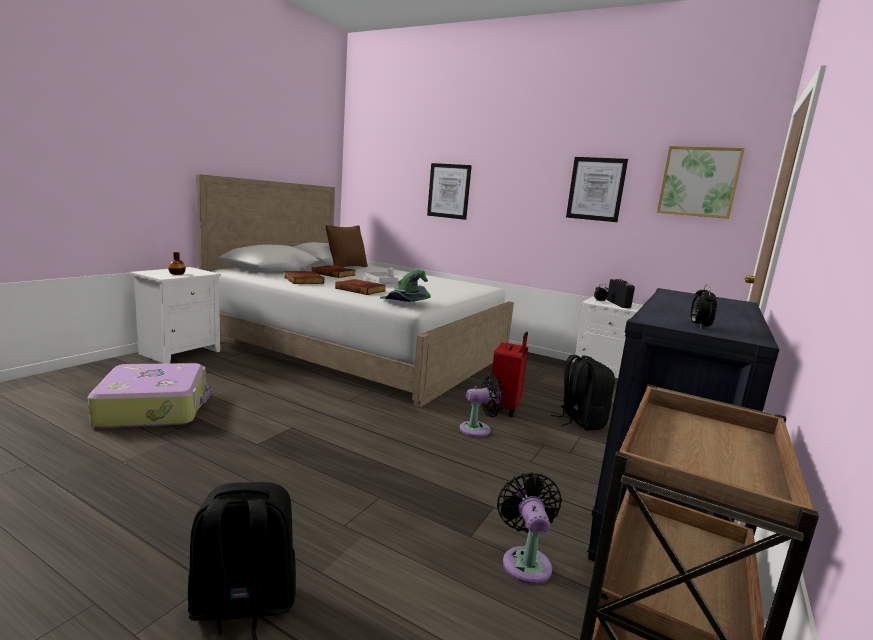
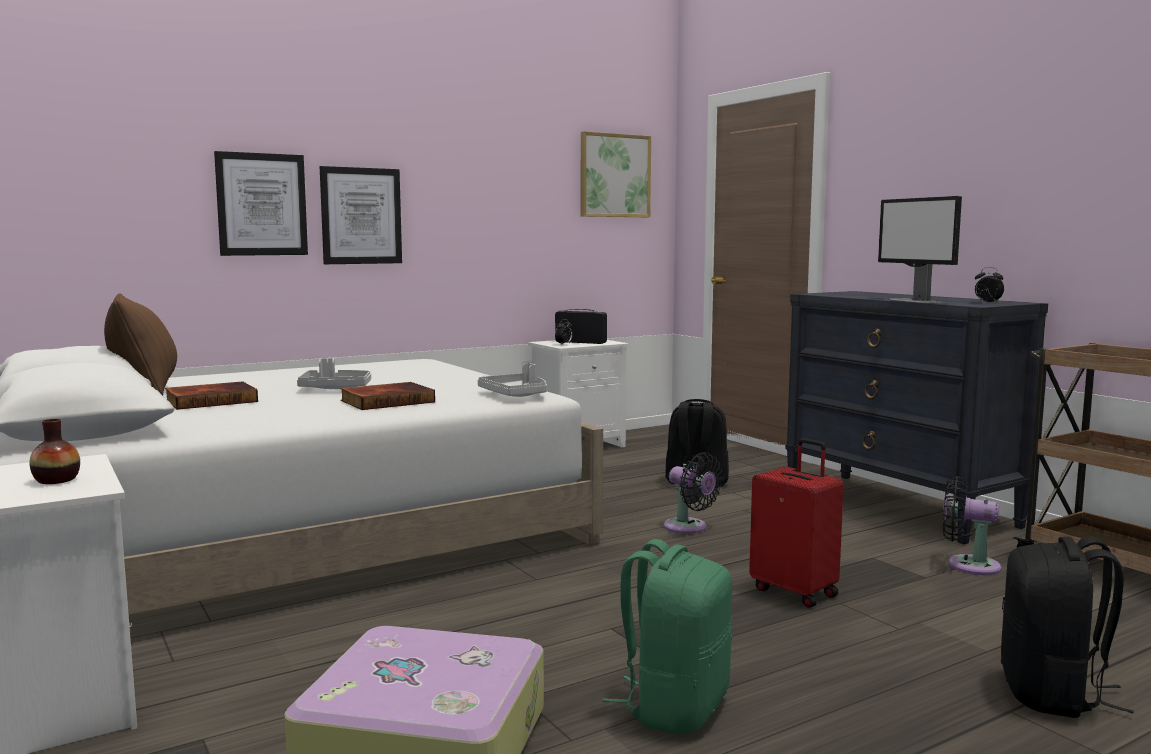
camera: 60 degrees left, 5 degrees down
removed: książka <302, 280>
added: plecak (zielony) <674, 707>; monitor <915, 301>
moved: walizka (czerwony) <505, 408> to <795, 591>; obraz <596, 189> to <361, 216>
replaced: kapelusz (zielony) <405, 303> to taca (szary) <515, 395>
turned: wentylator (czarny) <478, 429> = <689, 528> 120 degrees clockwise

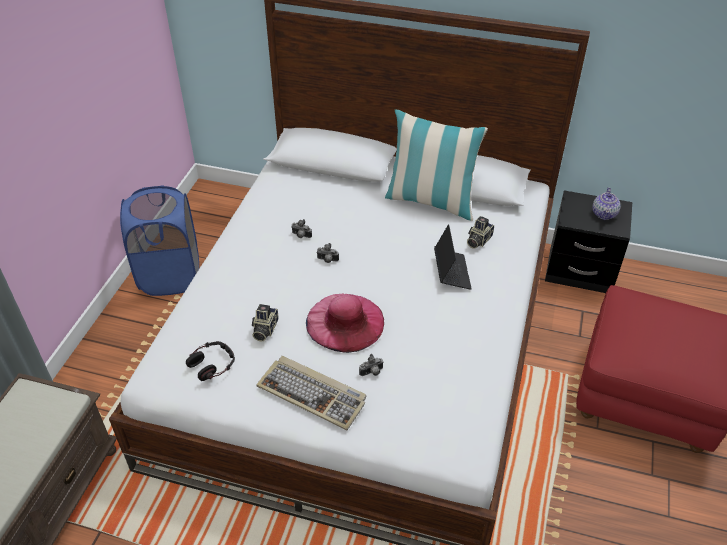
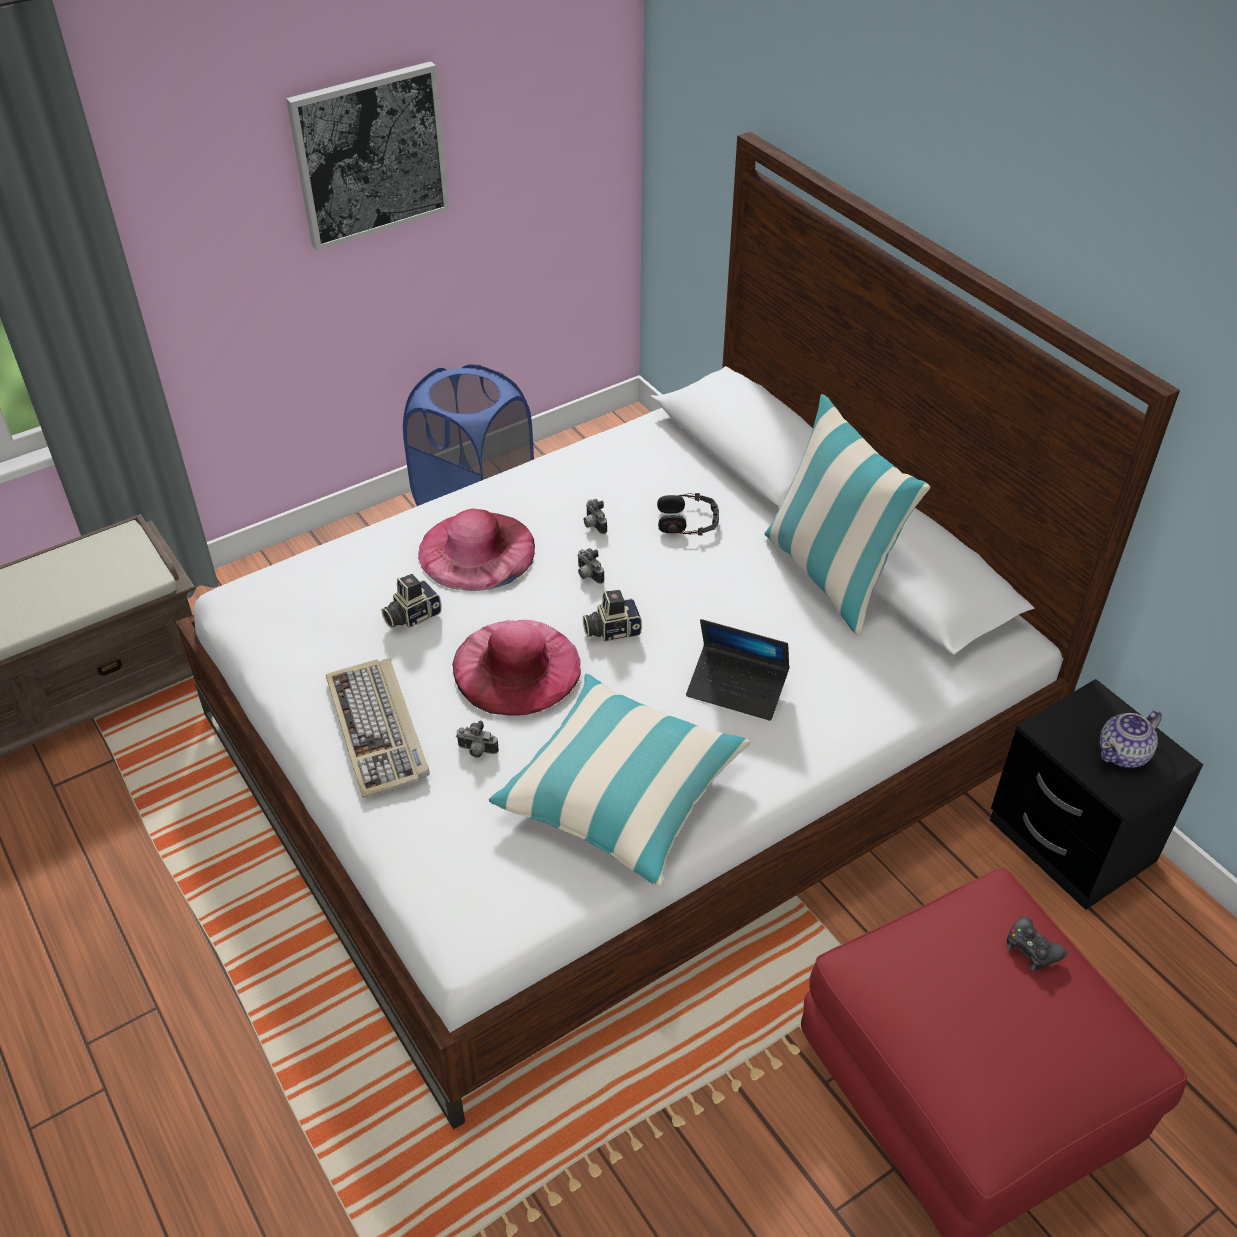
camera: 40 degrees right, 0 degrees up
added: obraz <370, 155>; kapelusz (różowy) <477, 550>; poduszka <621, 793>; pad do gier (czarny) <1032, 949>
moved: słuchawki <212, 364> to <687, 521>; aparat fotograficzny <478, 240> to <611, 630>
turned: laptop <451, 272> = <737, 689> 75 degrees clockwise

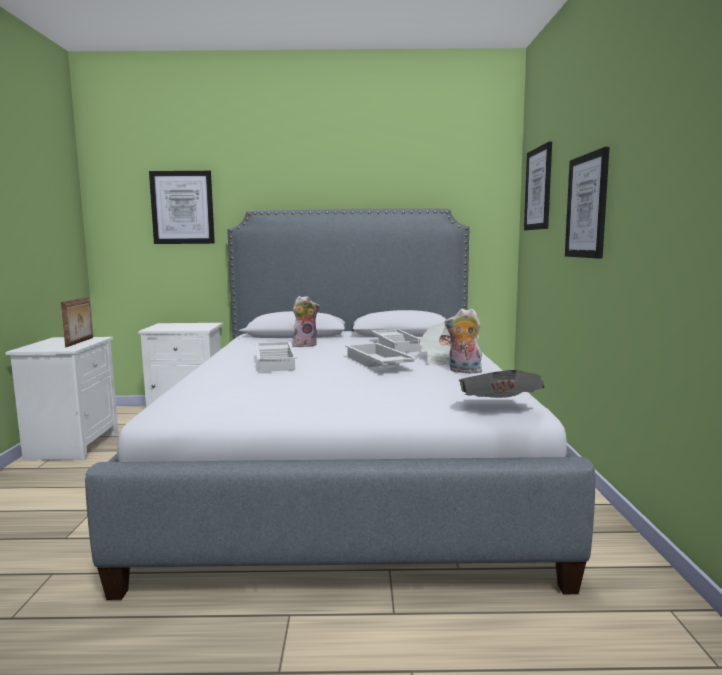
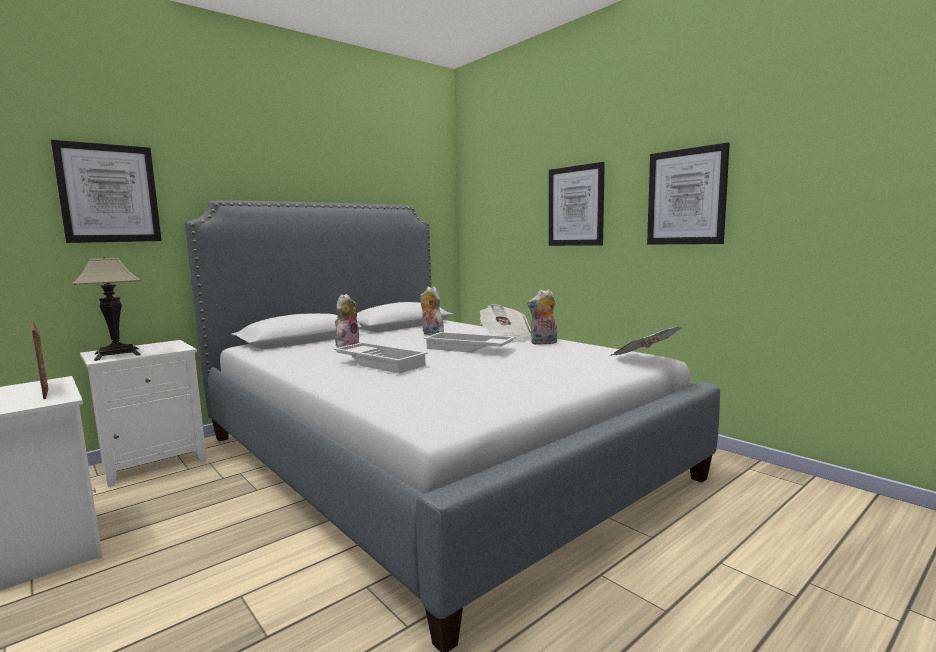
camera: 40 degrees left, 0 degrees up
added: lampa stołowa <117, 354>
moved: obraz <538, 189> to <686, 197>
replaced: taca (biały) <397, 345> to pluszak <431, 334>

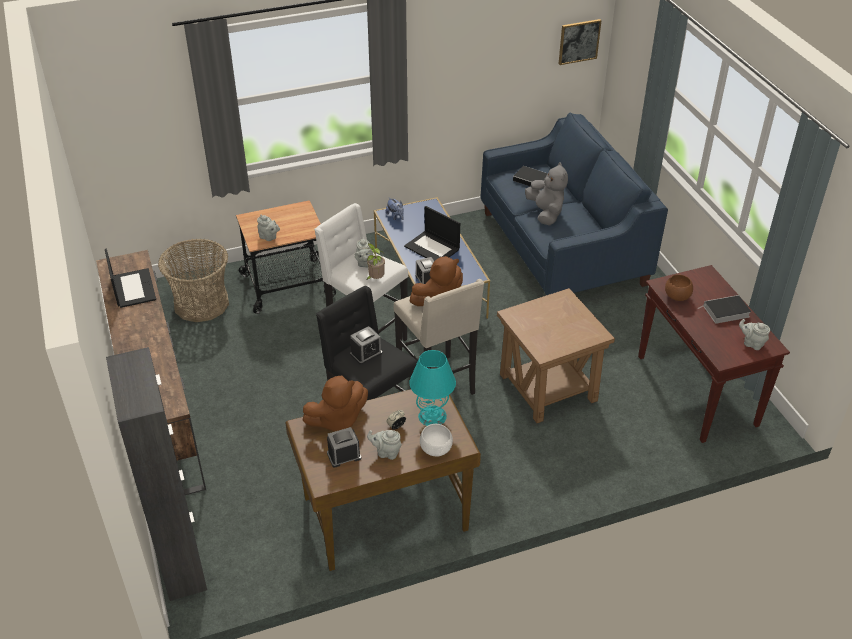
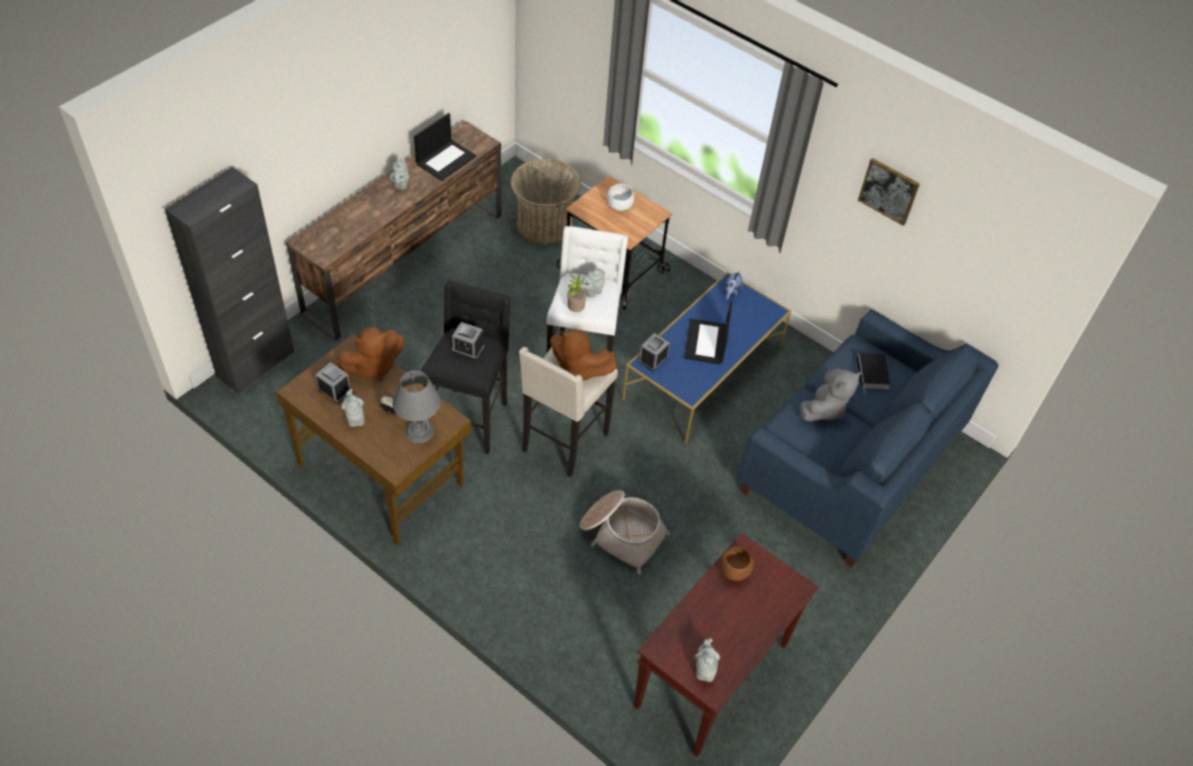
camera: 55 degrees right, 10 degrees up
removed: książka <725, 312>
moved: imbryk (szary) <269, 237> to <400, 185>; miska (biały) <436, 450> to <620, 206>; obraz <579, 41> to <889, 191>
replaced: stolik (brązowy) <547, 387> to koszyk <621, 534>
recoloured: lampa stołowa (turkusowy) <432, 416> to lampa stołowa (szary) <419, 431>
turned: pluszak (brązowy) <337, 420> = <373, 367> 60 degrees counterclockwise

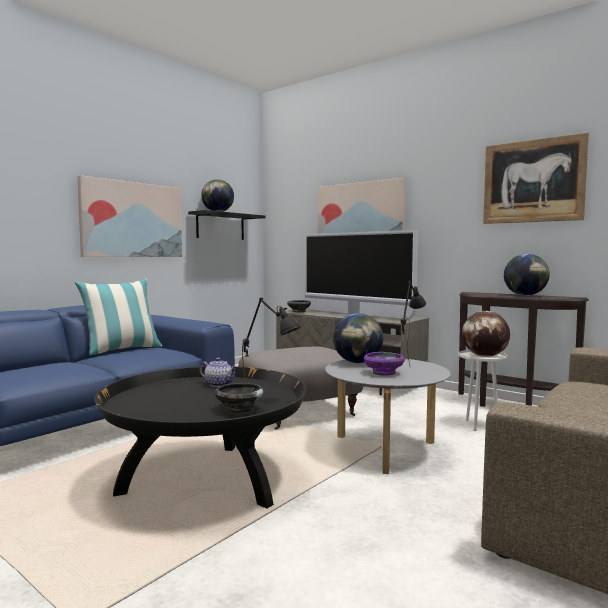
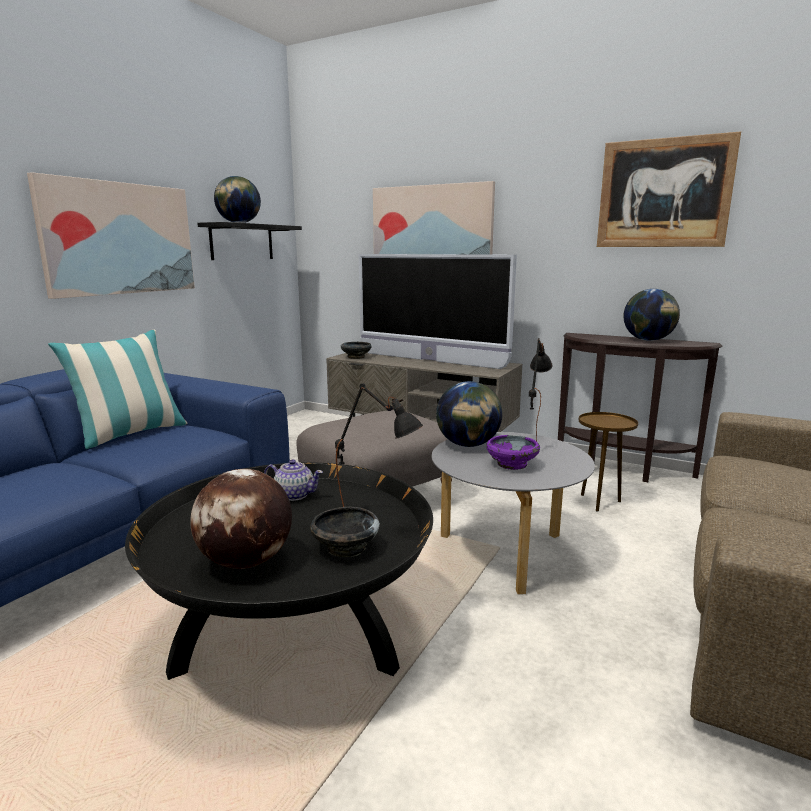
camera: 10 degrees left, 10 degrees up
moved: globus <485, 356> to <246, 562>
recoloured: stolik (biały) <479, 425> to stolik (brązowy) <599, 502>

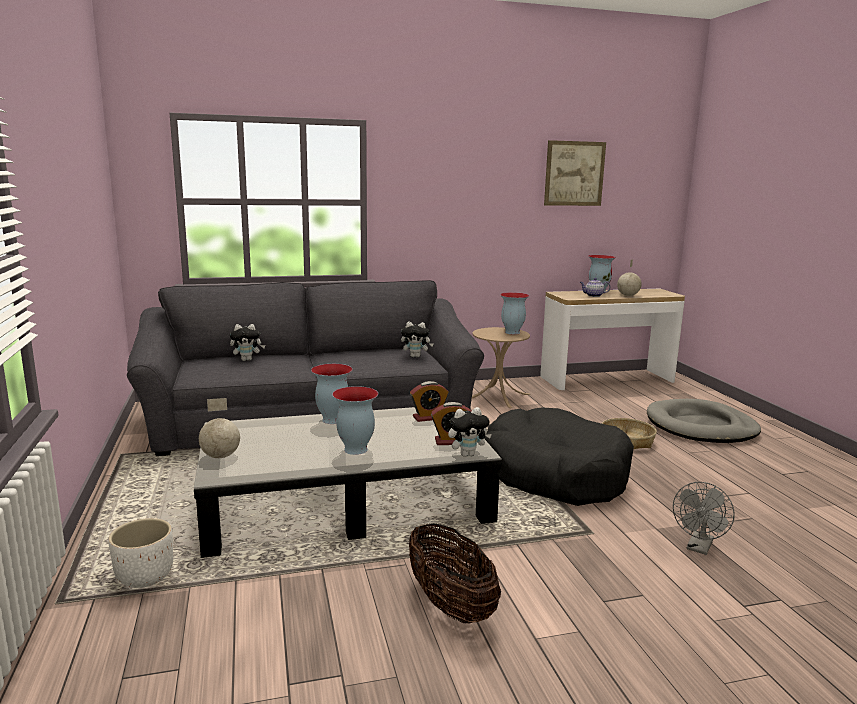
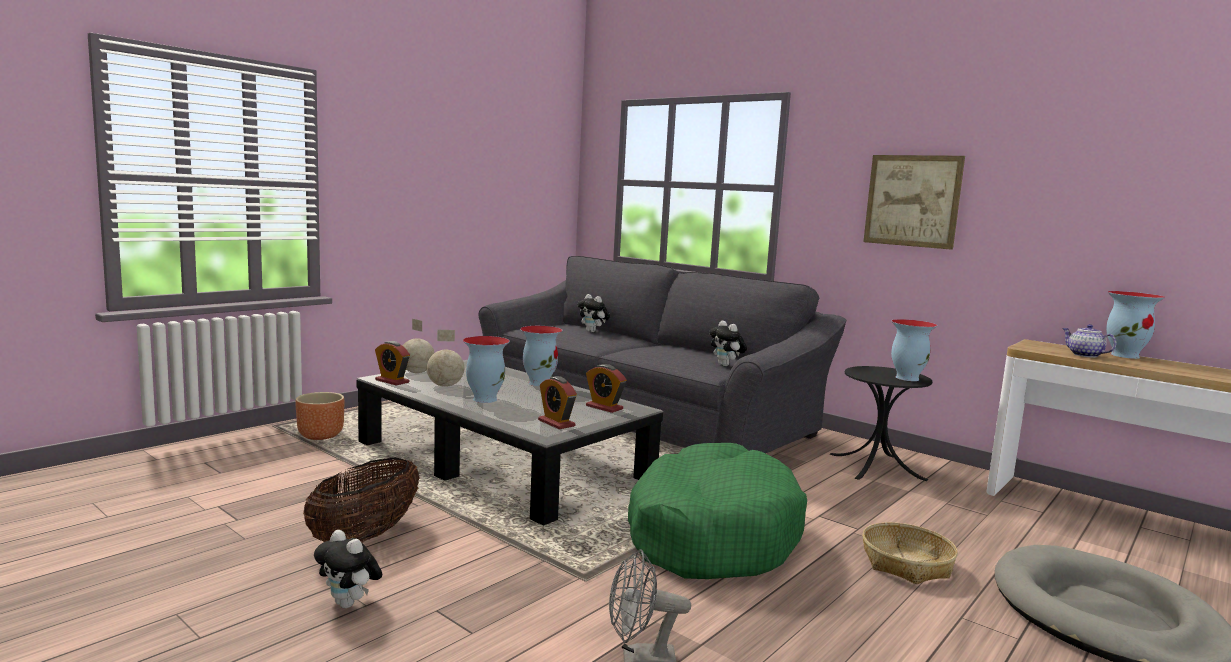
camera: 55 degrees right, 5 degrees down
added: budzik <392, 381>
moved: pluszak <467, 454> to <349, 604>; obraz <574, 173> to <912, 201>; globus <628, 295> to <445, 386>
recoloured: donica (biały) <144, 578> to donica (brązowy) <320, 436>; stolik (beżowy) <498, 396> to stolik (czarny) <877, 466>; legowisko (czarny) <554, 473> to legowisko (zielony) <710, 534>

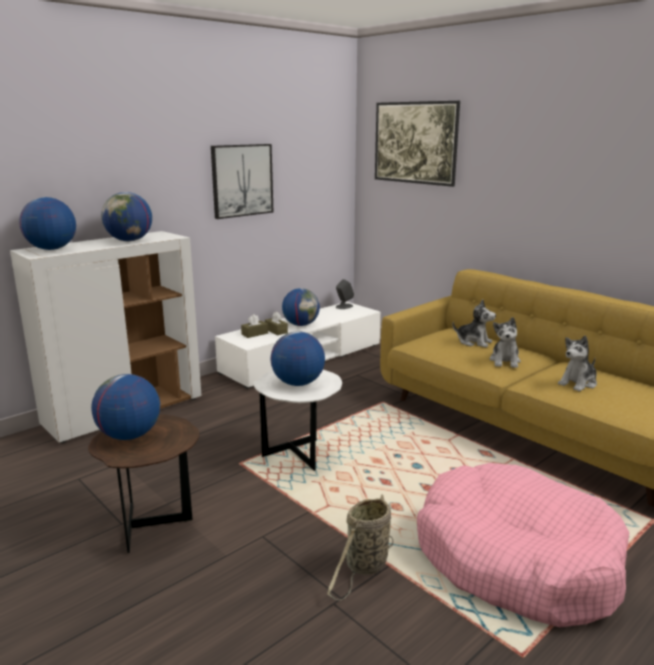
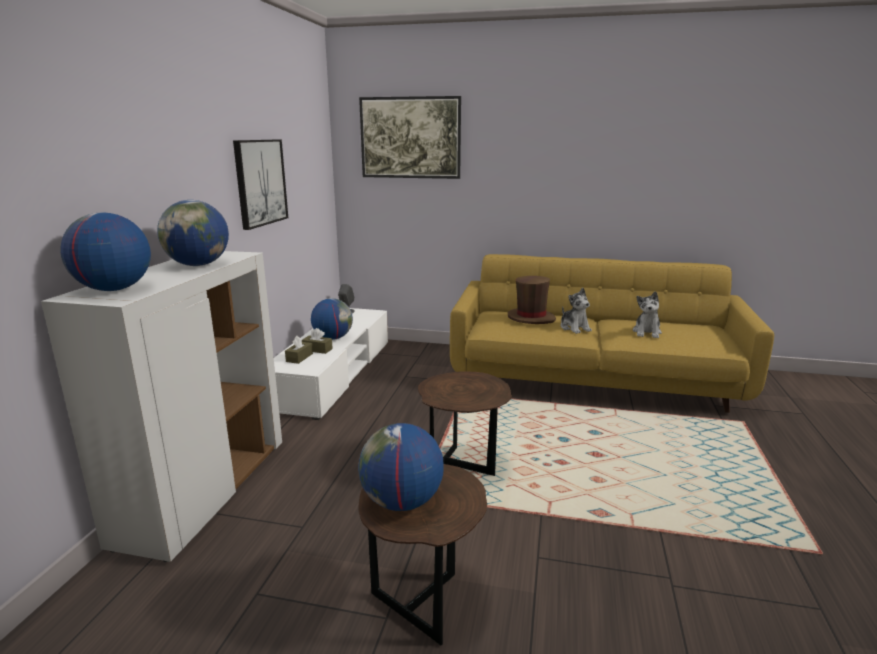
camera: 35 degrees left, 0 degrees up
removed: globus <297, 383>; koszyk <365, 567>; legowisko (różowy) <516, 559>
replaced: pluszak <473, 342> to kapelusz (brązowy) <531, 318>
recoloured: stolik (biały) <299, 457> to stolik (brązowy) <463, 468>

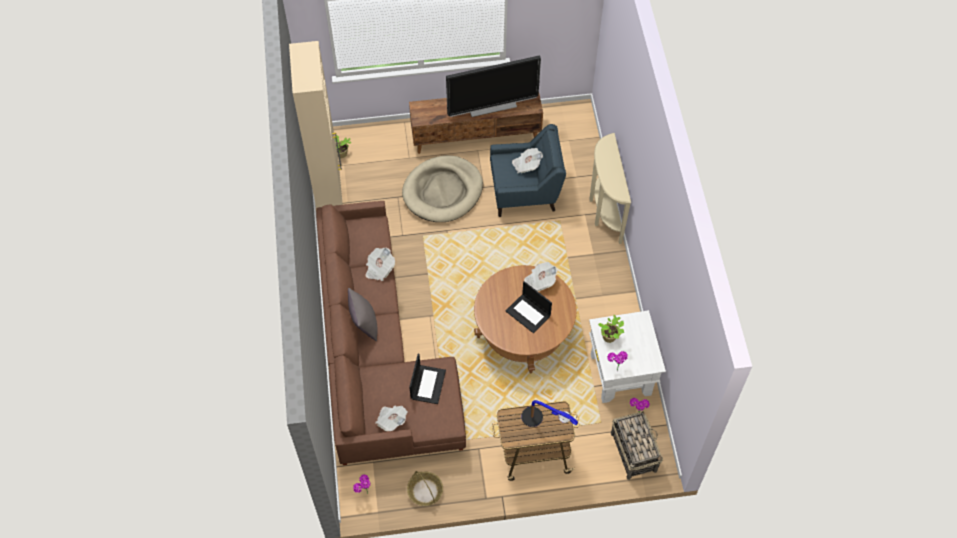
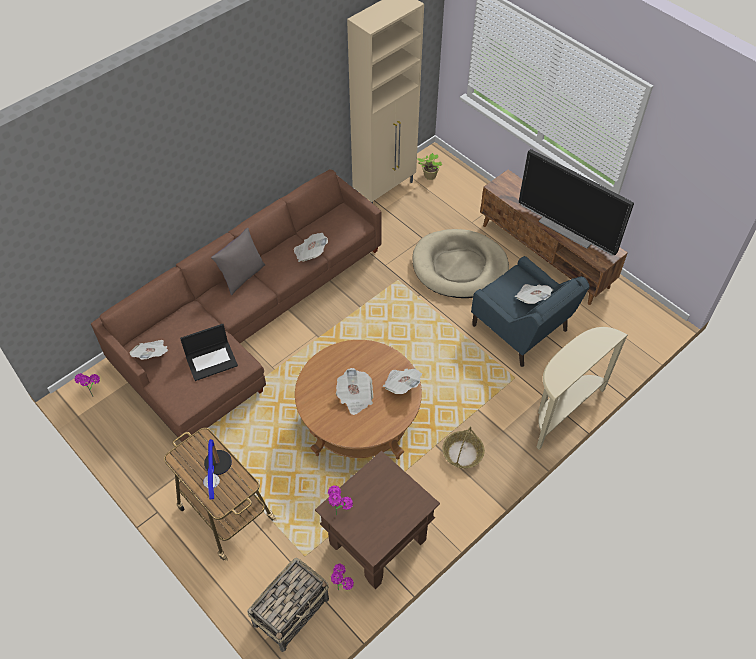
camera: 55 degrees right, 5 degrees down
removed: roślina doniczkowa <610, 337>
moved: koszyk <425, 491> to <462, 453>
replaced: laptop <528, 313> to gazeta <355, 397>
recoloured: stolik (biały) <620, 374> to stolik (brązowy) <377, 542>

